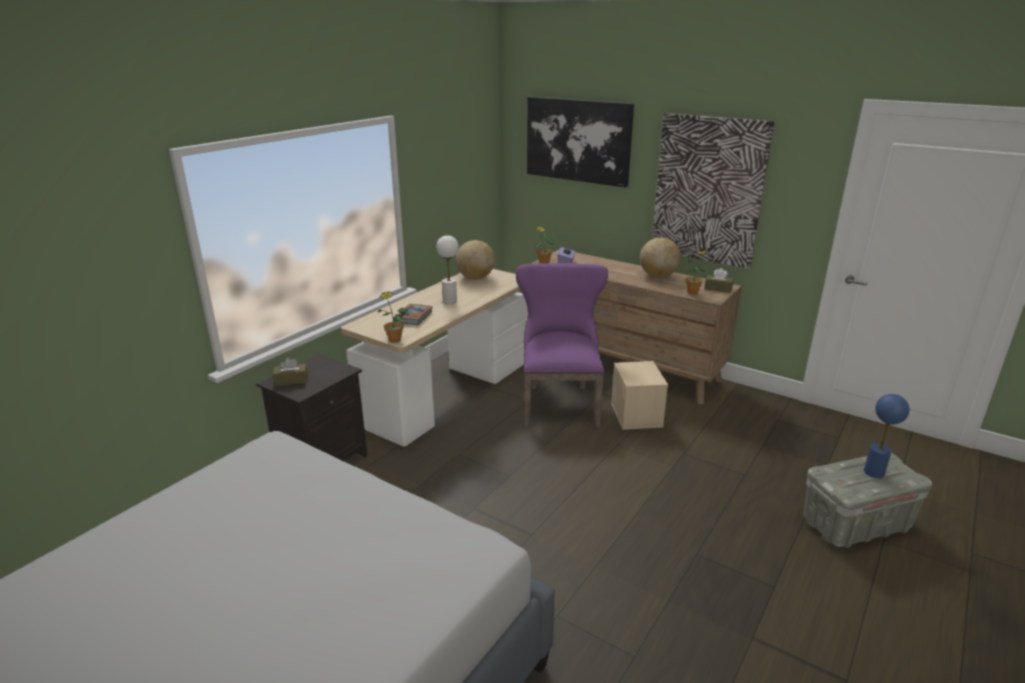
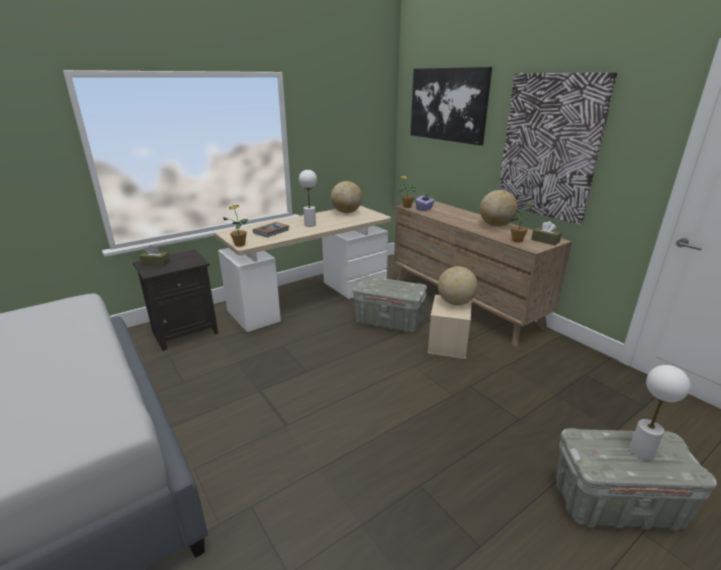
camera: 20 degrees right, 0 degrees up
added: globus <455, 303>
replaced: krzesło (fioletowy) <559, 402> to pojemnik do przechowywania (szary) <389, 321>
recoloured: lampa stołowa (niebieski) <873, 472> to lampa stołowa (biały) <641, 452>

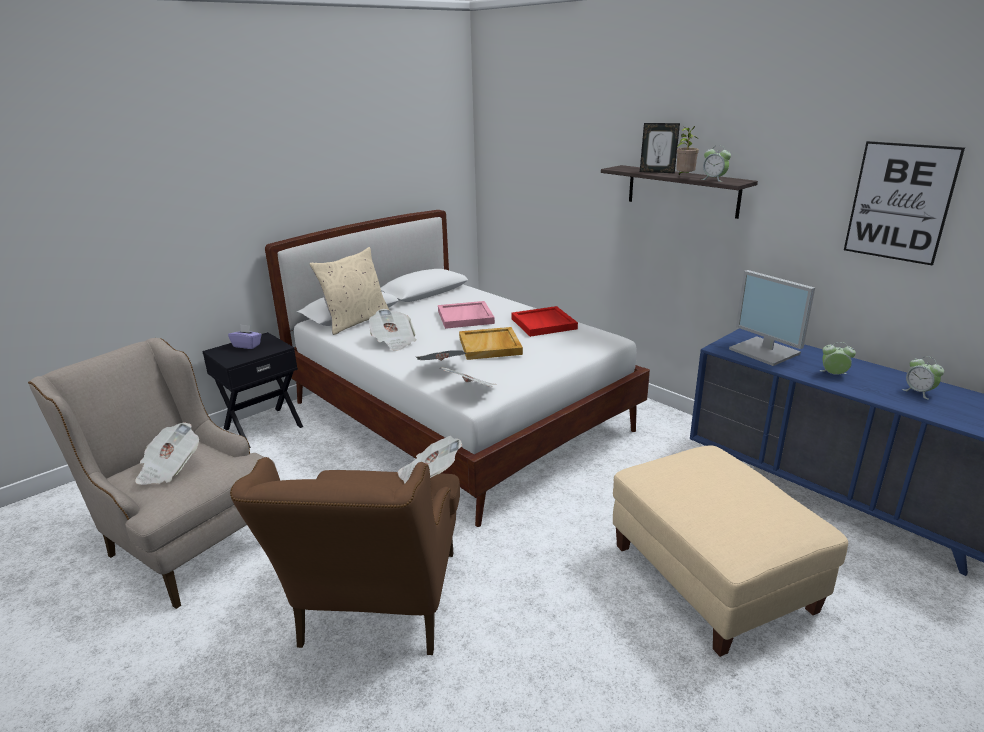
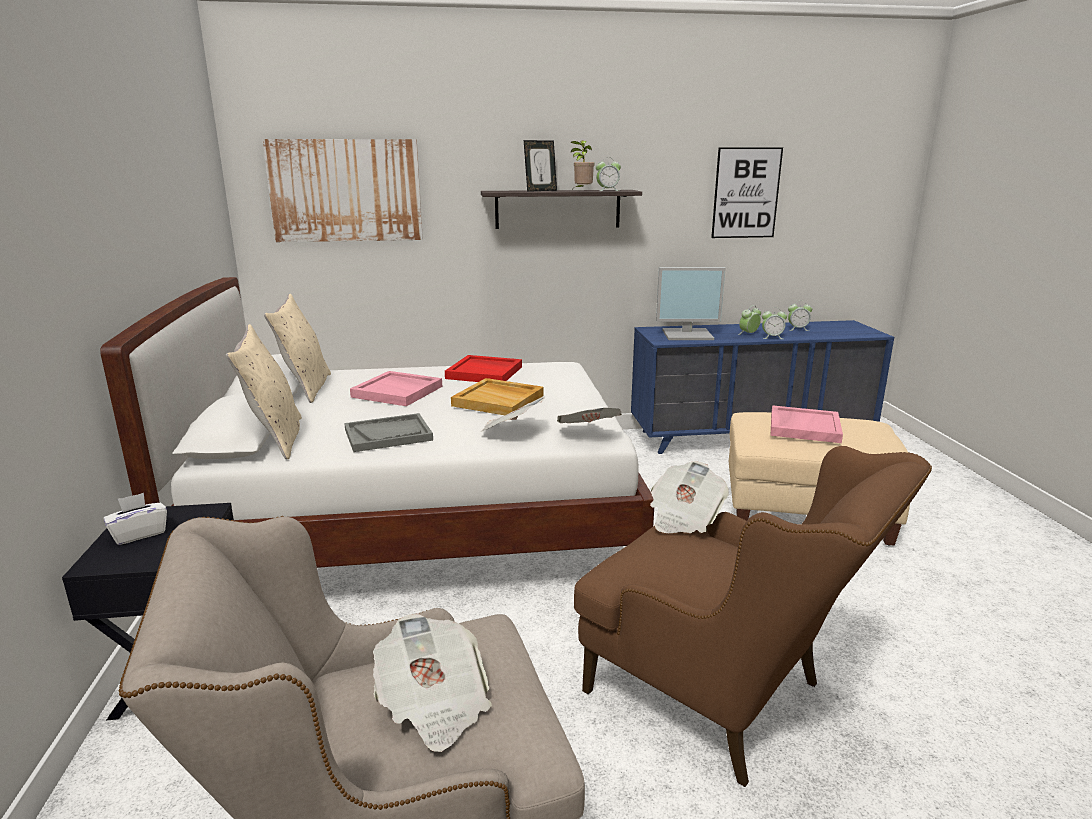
camera: 55 degrees left, 5 degrees down
added: obraz <346, 191>; poduszka (beżowy) <305, 388>; budzik <772, 337>; taca (różowy) <803, 427>
replaced: gazeta <393, 341> to taca (szary) <388, 435>
recoloured: pudełko chusteczek (fioletowy) <247, 345> to pudełko chusteczek (biały) <139, 534>

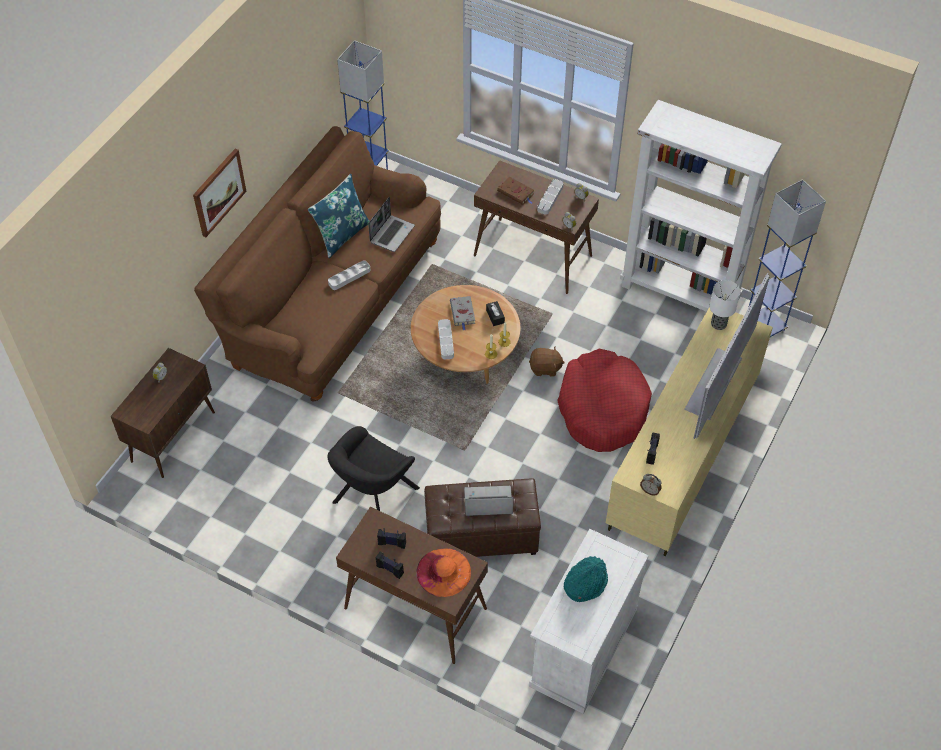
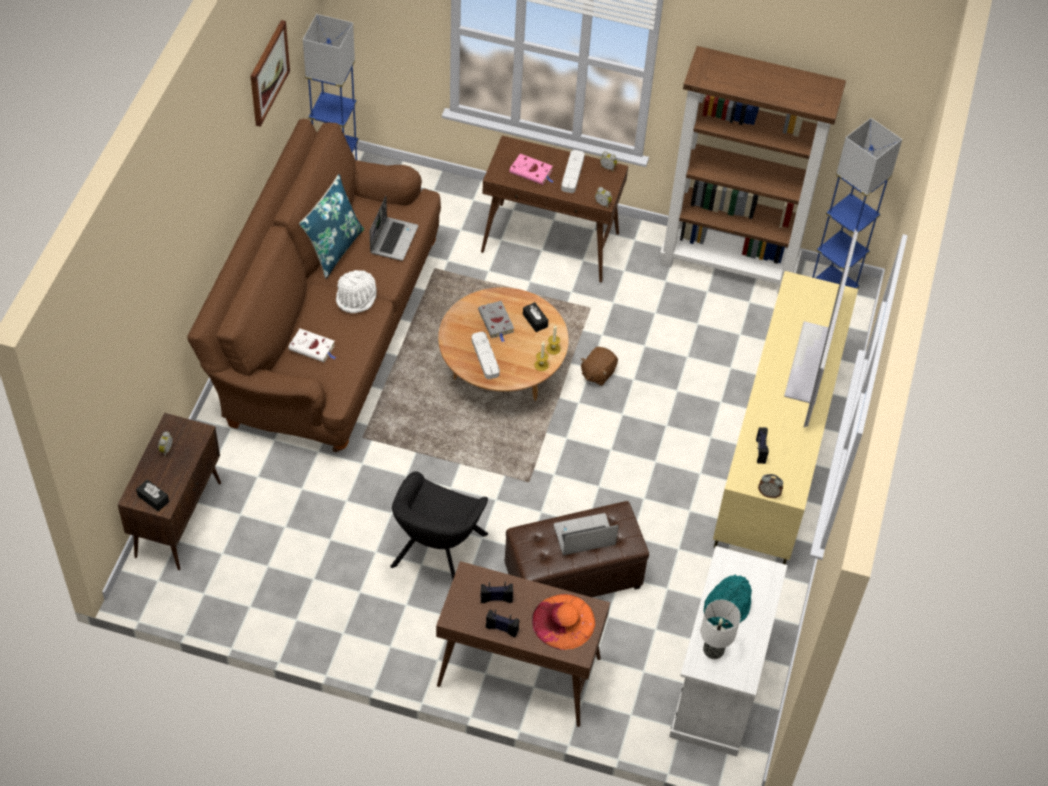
camera: 15 degrees left, 0 degrees up
removed: legowisko (czerwony) <602, 408>
added: pudełko chusteczek (czarny) <153, 499>; książka (biały) <313, 348>
moved: obraz <218, 192> to <268, 72>; lampa stołowa <718, 324> to <713, 650>
replaced: taca (szary) <349, 277> to kapelusz (biały) <356, 297>
recoloured: książka (brązowy) <516, 193> to książka (różowy) <532, 172>; regał (biały) <680, 293> to regał (brązowy) <730, 264>
turned: pluszak (brązowy) <545, 368> = <597, 373> 135 degrees clockwise

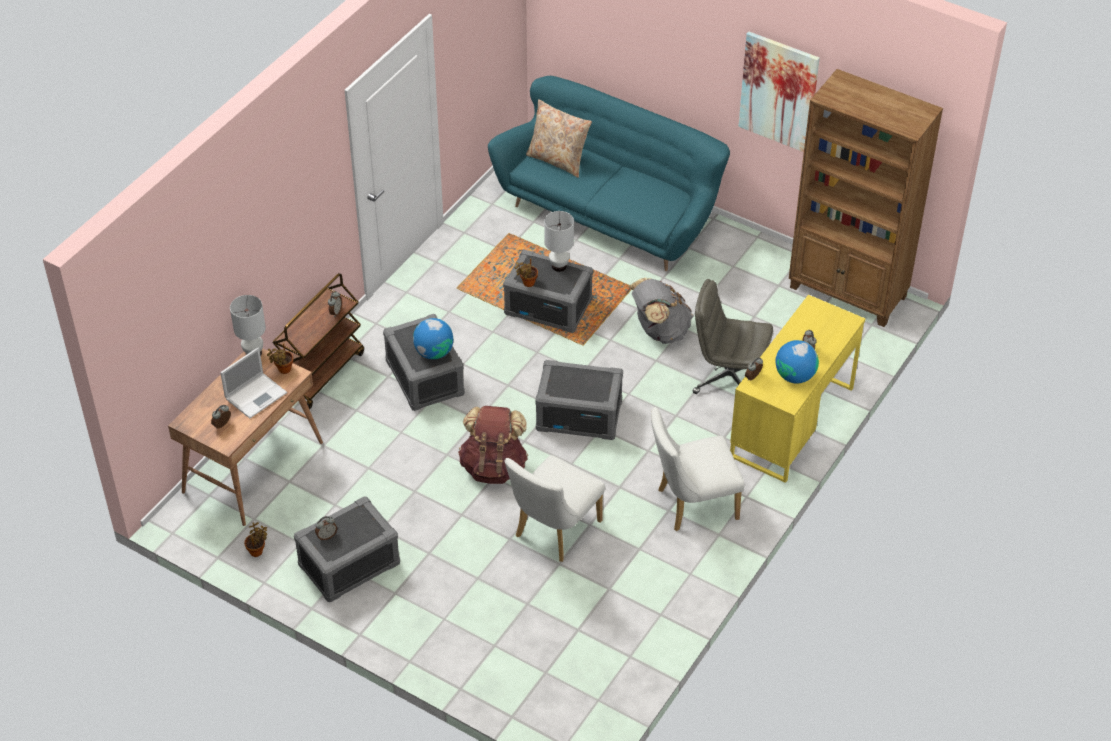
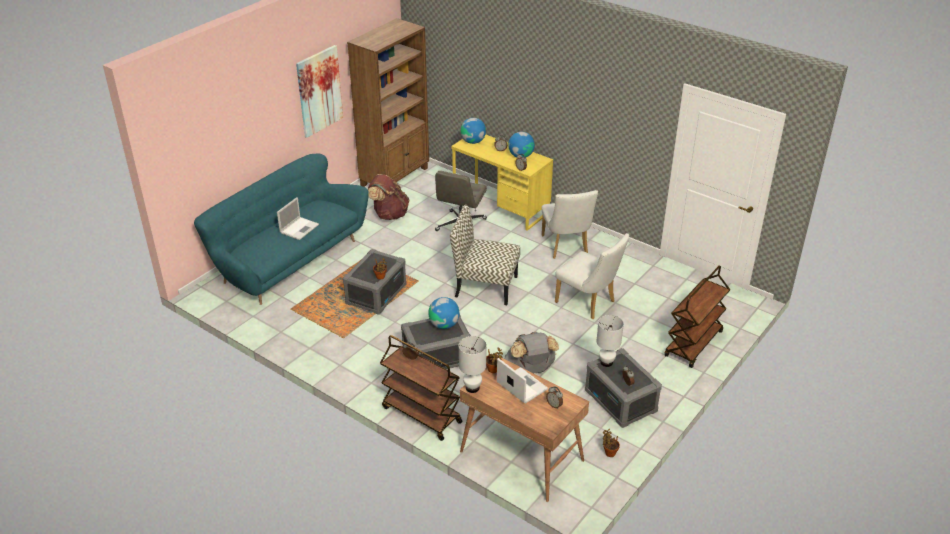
camera: 85 degrees left, 10 degrees down
removed: poduszka (beżowy) <558, 160>
added: laptop <299, 228>; globus <473, 141>; wózek (brązowy) <694, 344>
moved: plecak (brązowy) <494, 466> to <389, 214>; lampa stołowa (biały) <558, 266> to <606, 362>; plecak (szary) <659, 331> to <530, 370>
replaced: pojemnik do przechowywania (szary) <579, 415> to krzesło <485, 286>

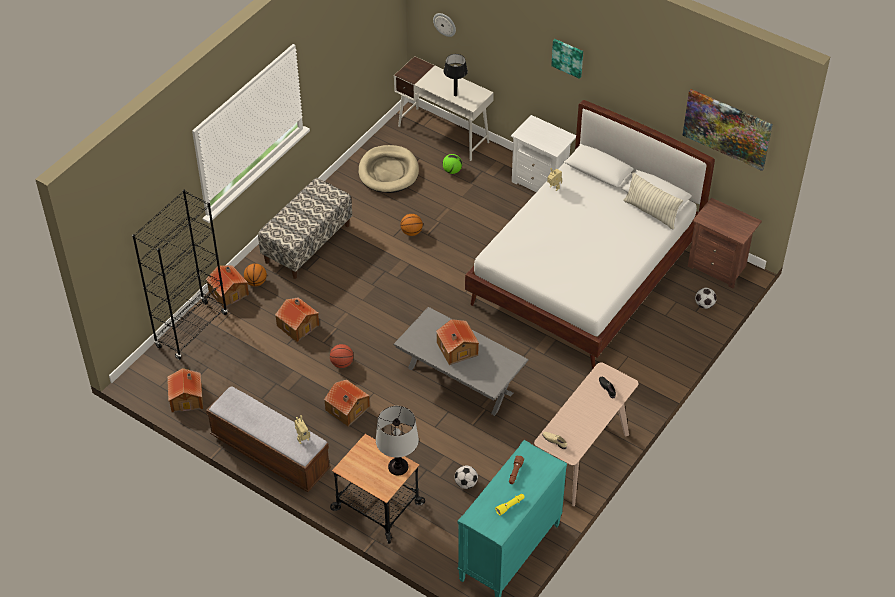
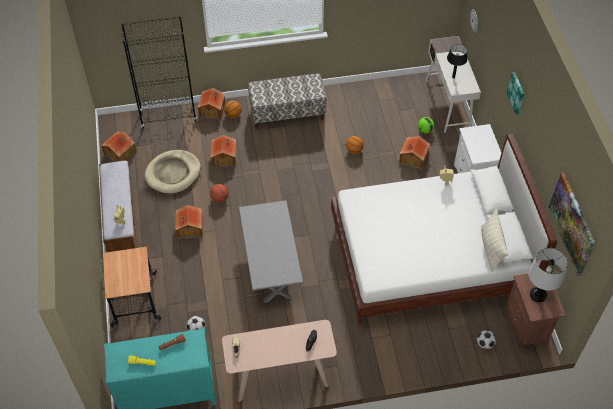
camera: 45 degrees right, 5 degrees up
moved: legowisko (beżowy) <388, 171> to <173, 173>; lampa stołowa <398, 467> to <537, 294>; domek <457, 350> to <412, 158>

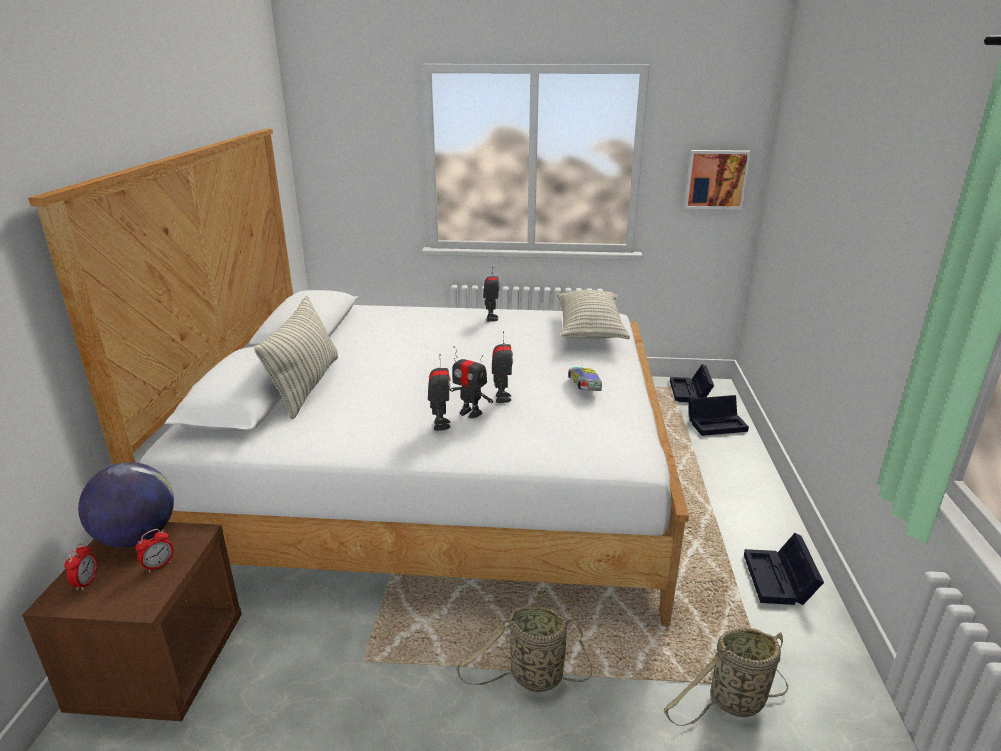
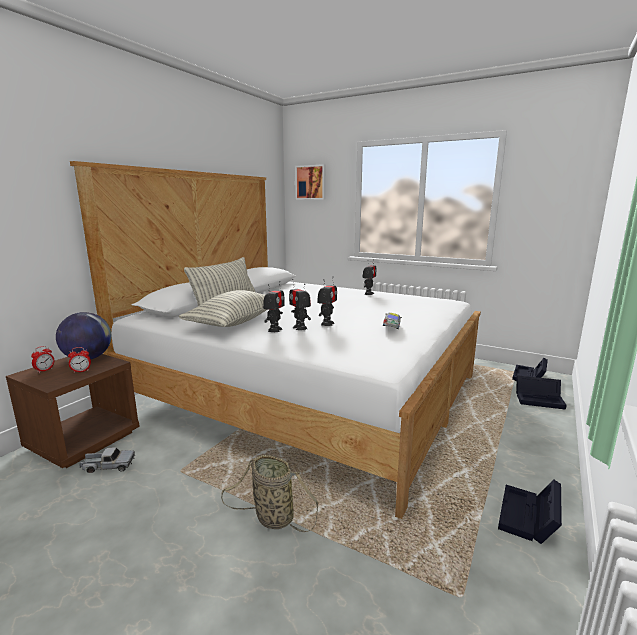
camera: 25 degrees right, 10 degrees down
removed: koszyk <733, 703>
added: ciężarówka zabawkowa <108, 466>
moved: poduszka <589, 330> to <235, 323>; obraz <715, 179> to <311, 182>

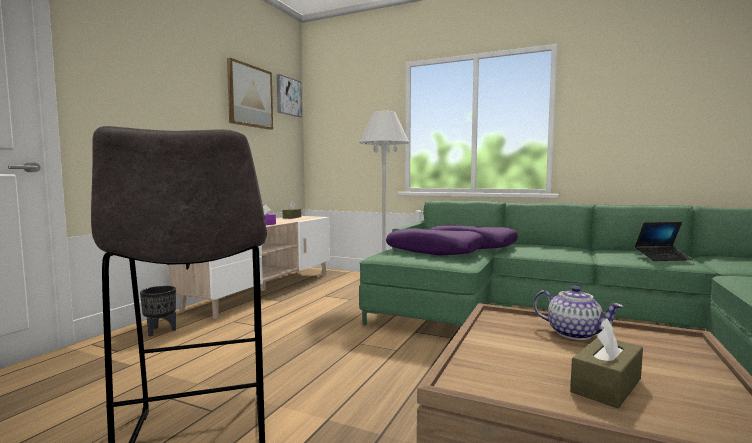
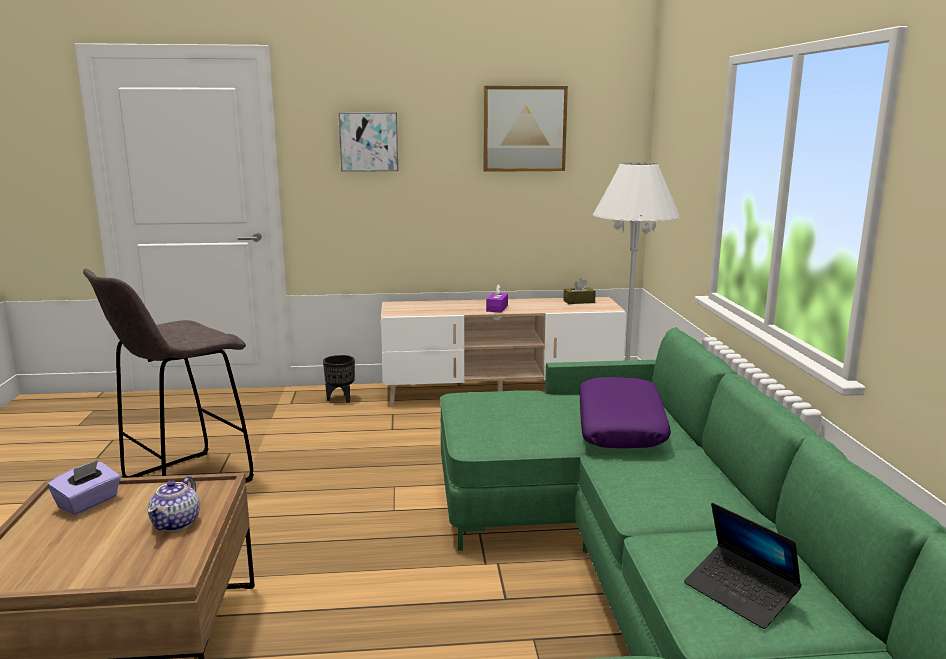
camera: 60 degrees right, 10 degrees up
removed: poduszka (fioletowy) <434, 251>; pudełko chusteczek (brązowy) <606, 385>
added: pudełko chusteczek (fioletowy) <88, 503>
moved: obraz <288, 96> to <369, 141>

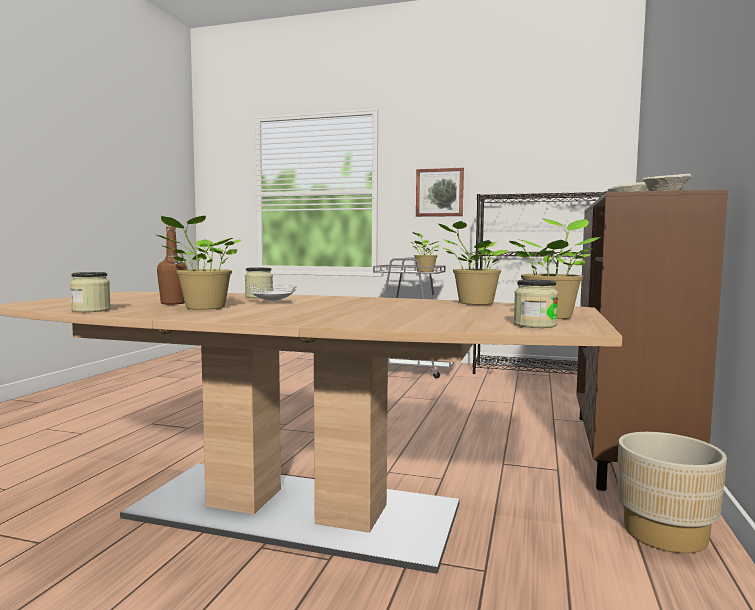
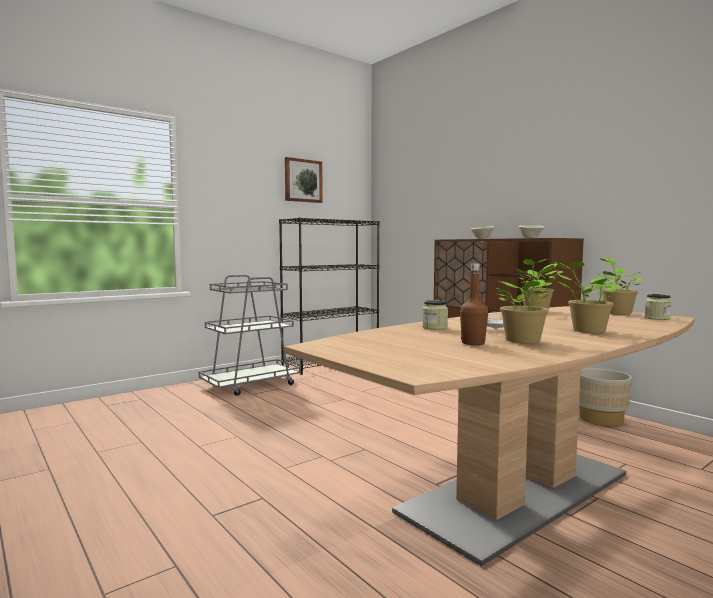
camera: 55 degrees left, 0 degrees up
removed: słoik <91, 310>
moved: roślina doniczkowa <424, 271> to <586, 331>; obraz <439, 192> to <303, 180>

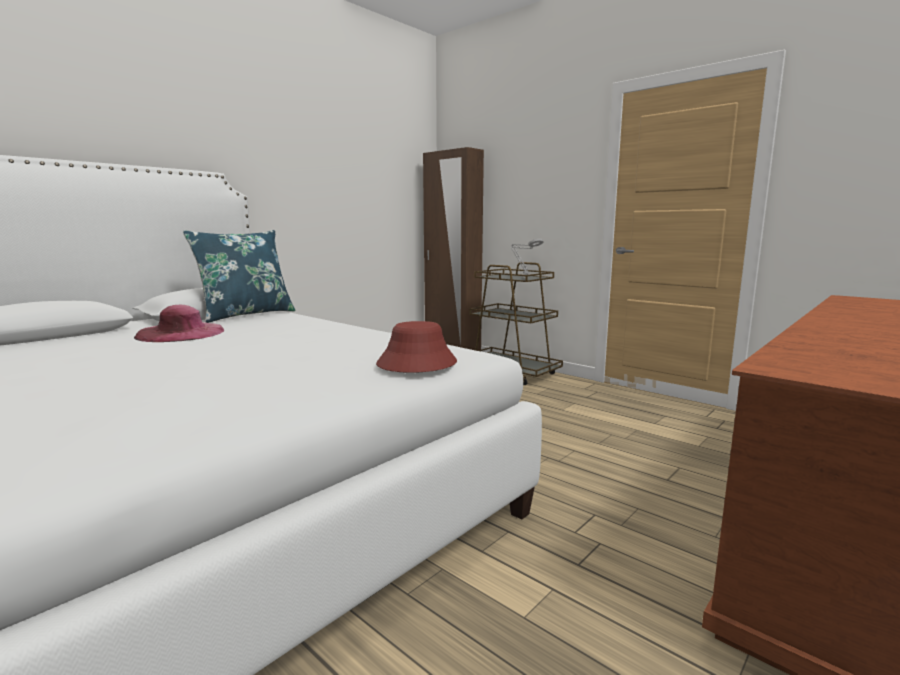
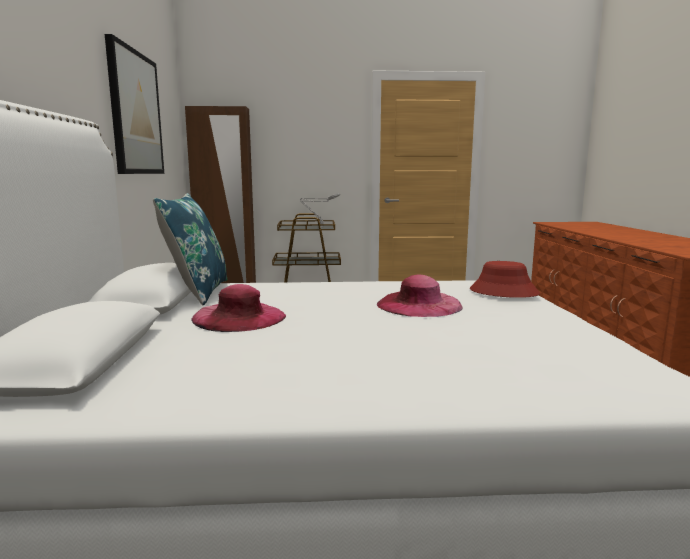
camera: 45 degrees left, 0 degrees up
added: obraz <135, 113>; kapelusz (różowy) <419, 305>

